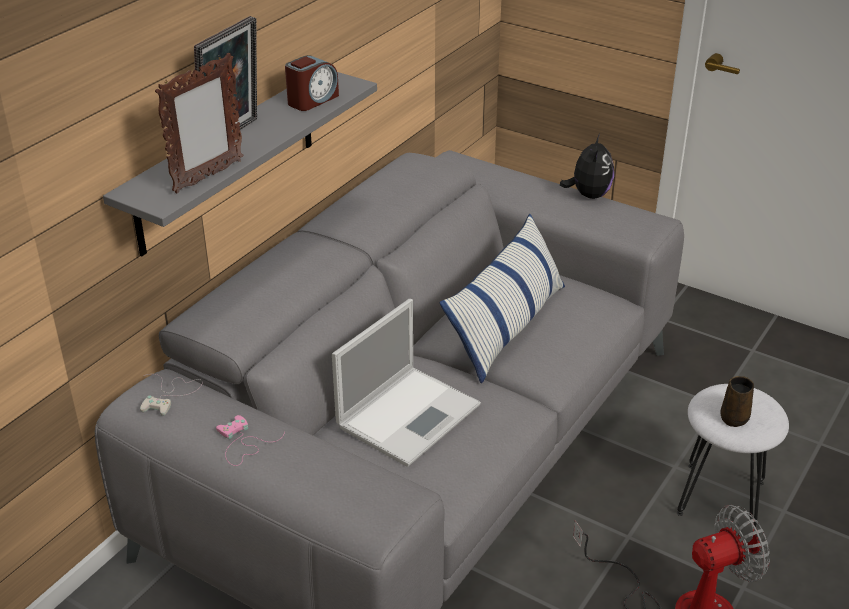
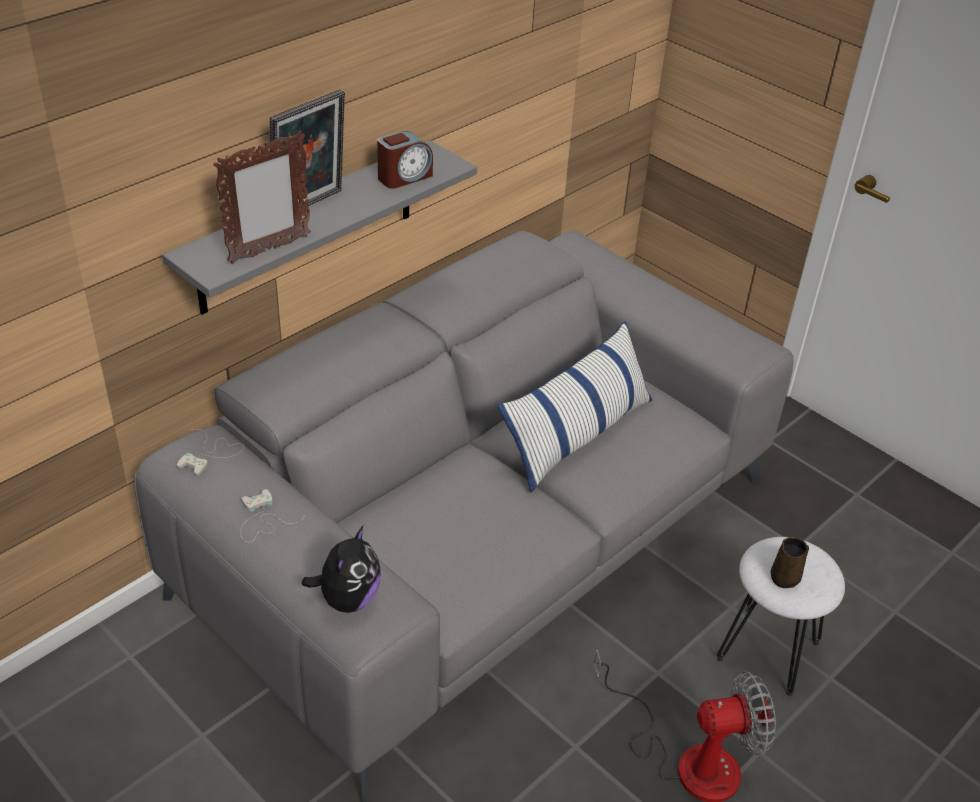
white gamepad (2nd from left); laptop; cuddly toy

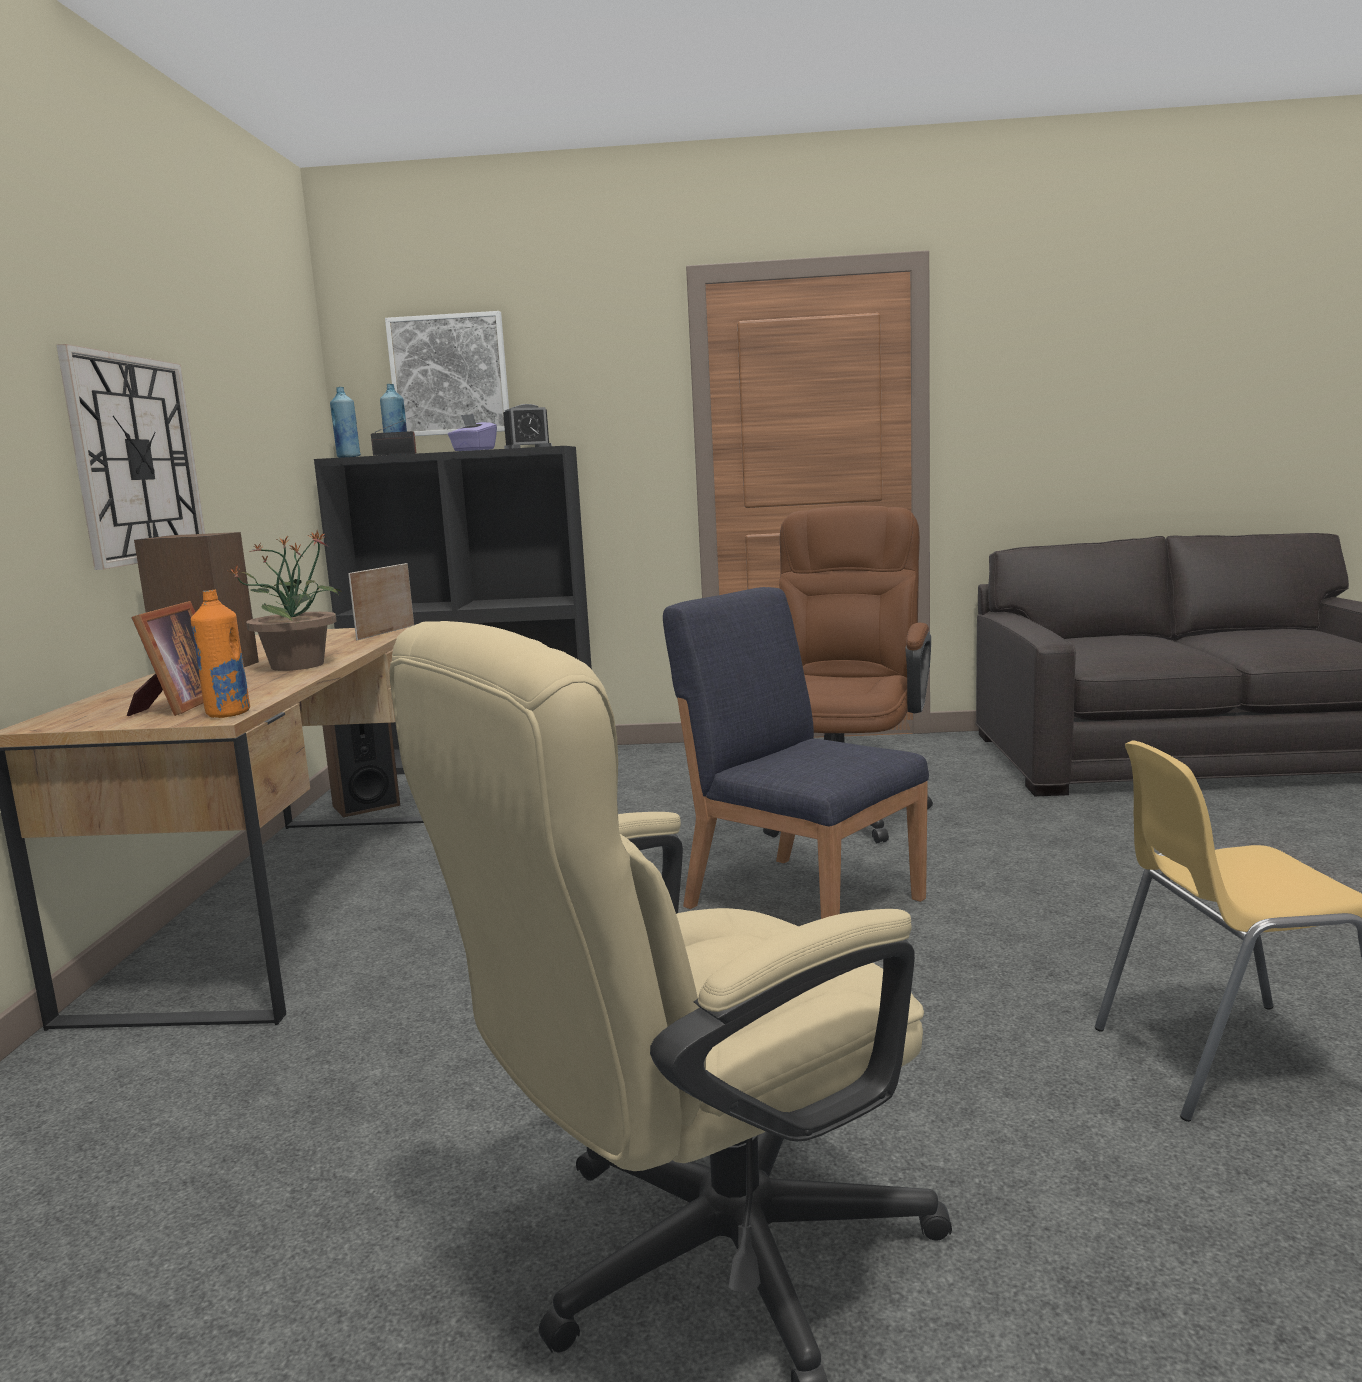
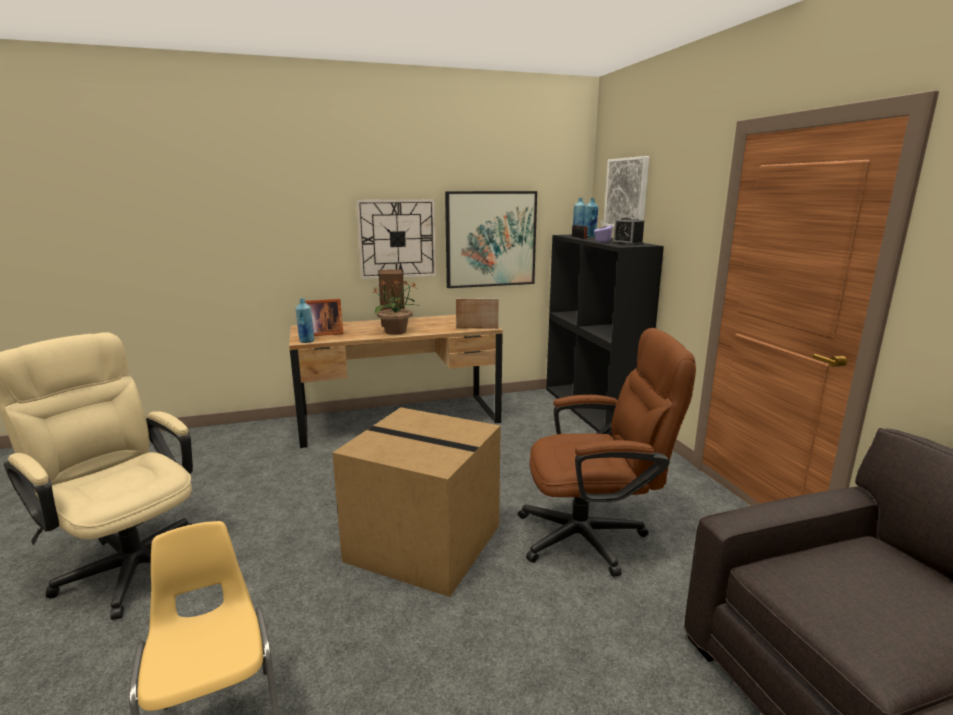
blue-coloured beverage bottle (1st from left); audio speaker (2nd from left in the first image); cardboard box; wall art (1st from left)

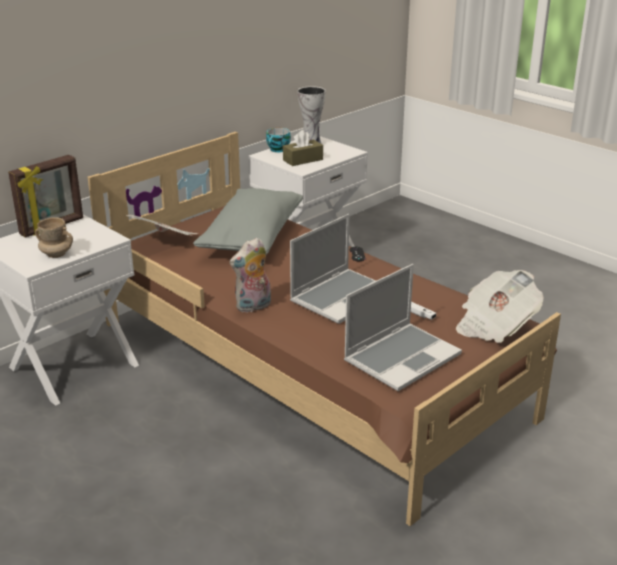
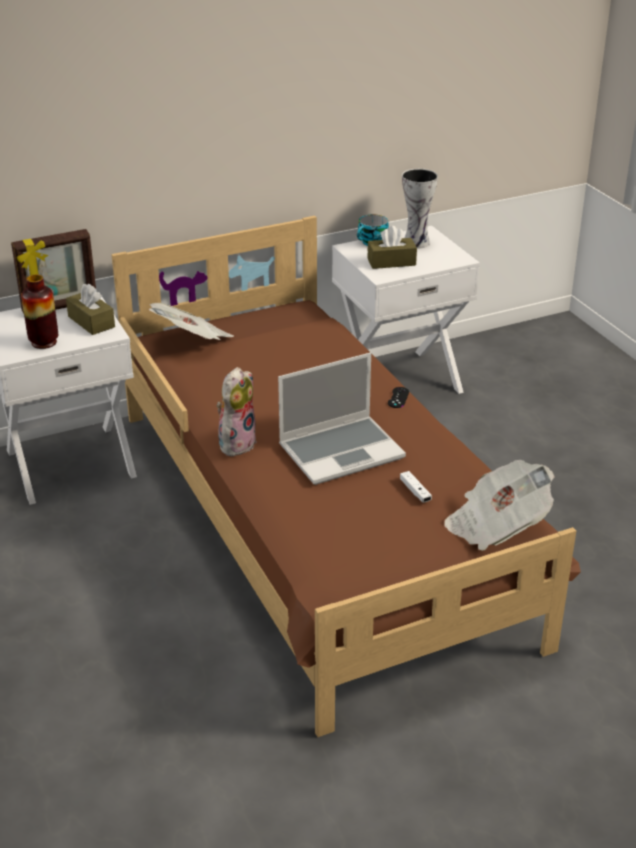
decorative vase (1st from left); grey throw pillow; cuddly toy; laptop (2nd from left in the first image); brownish tissue holder (1st from left)

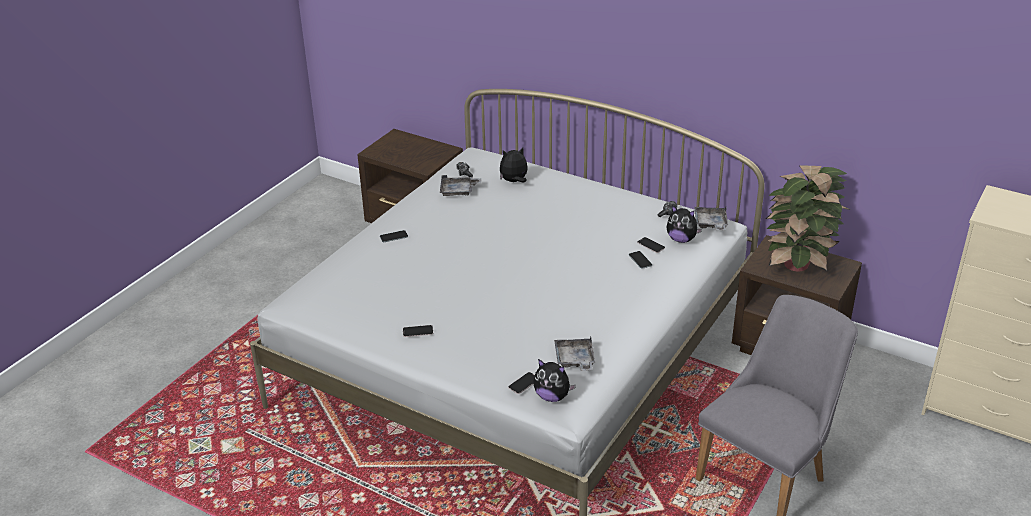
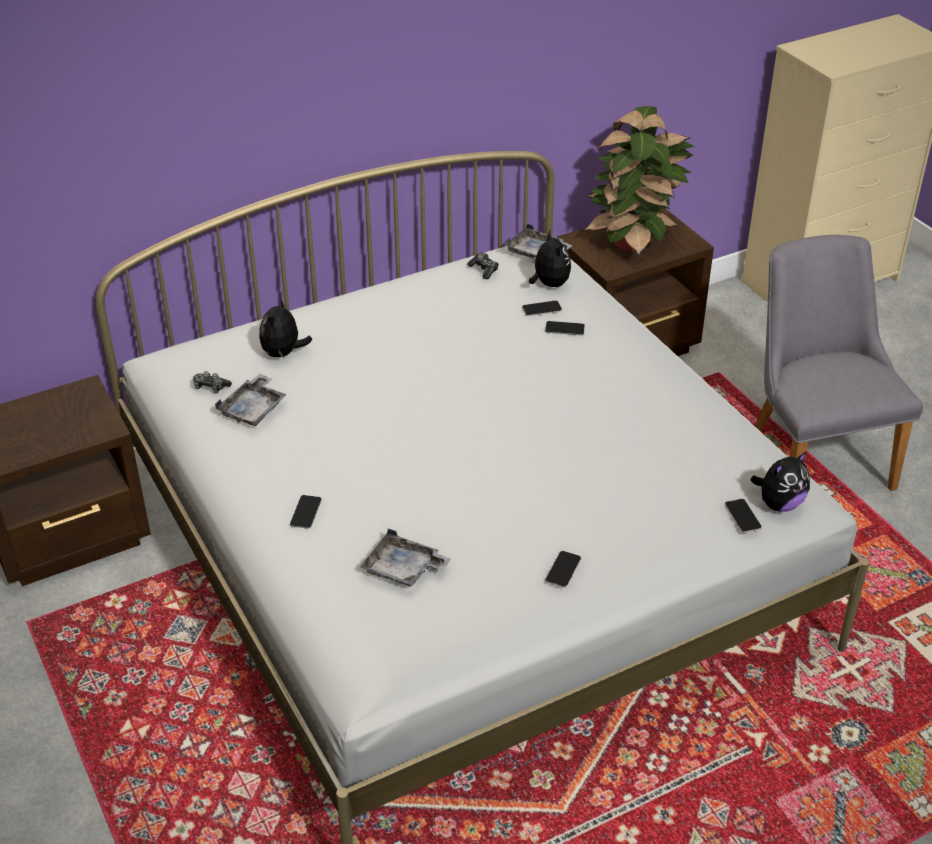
grey carrying tray (2nd from left); cuddly toy (2nd from left)

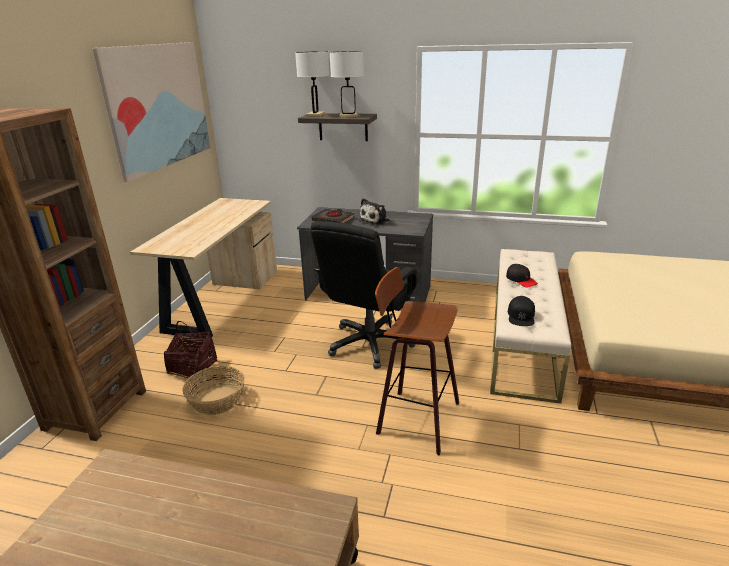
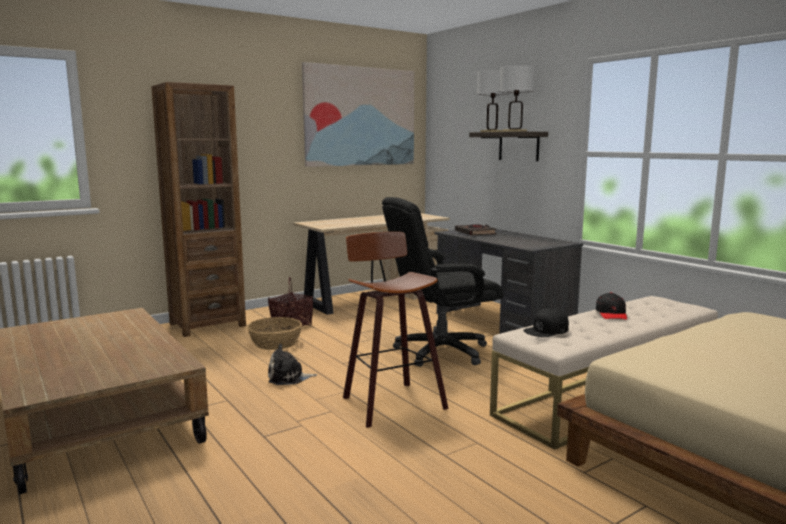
cuddly toy

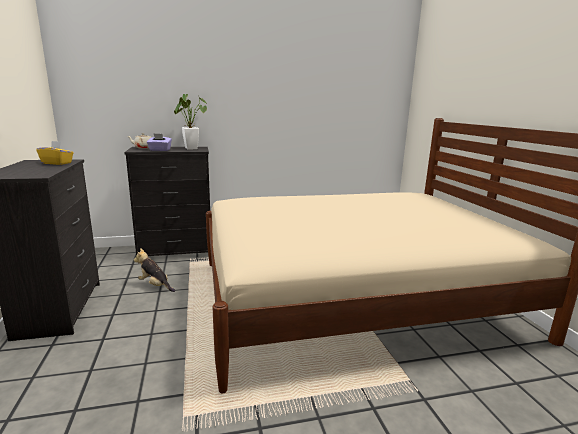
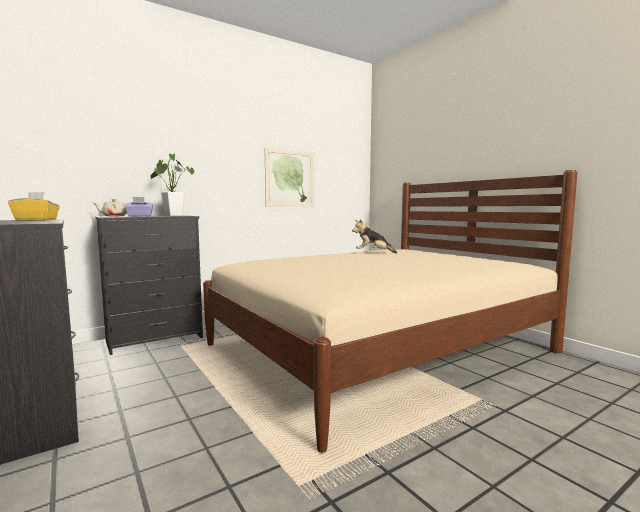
cuddly toy; wall art

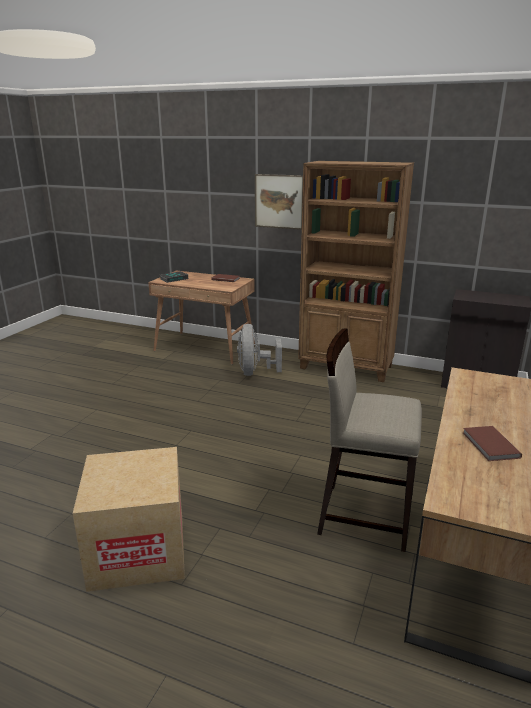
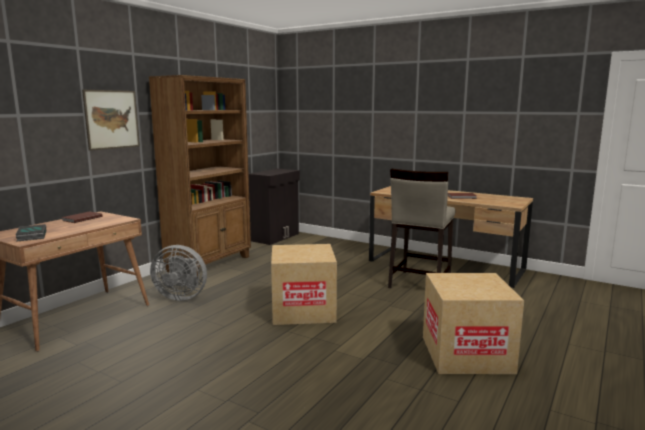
cardboard box (1st from left)

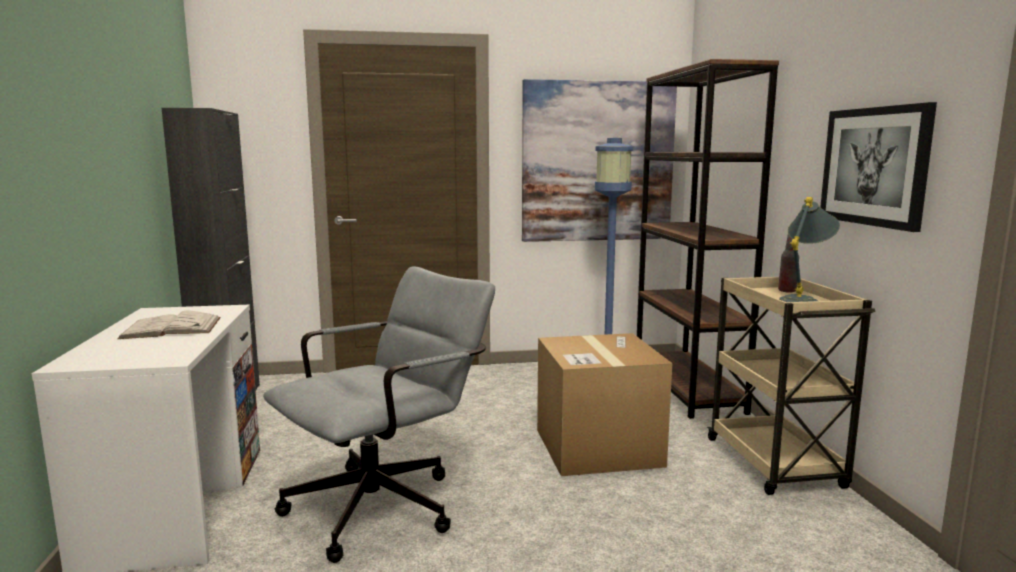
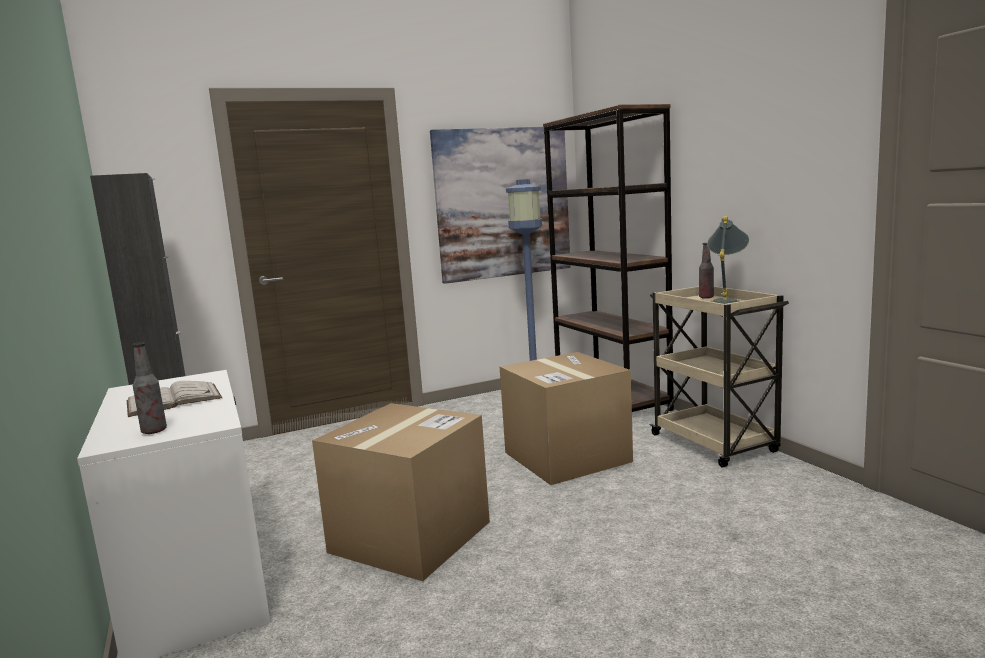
cardboard box (1st from left); wall art (2nd from left in the first image); beverage bottle (1st from left)

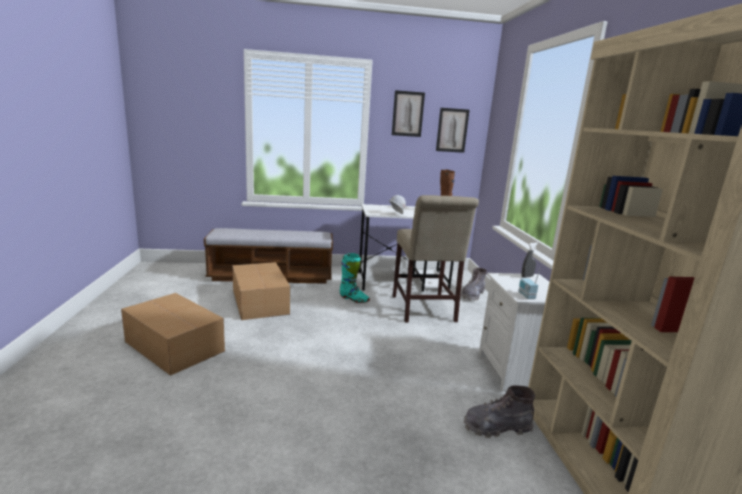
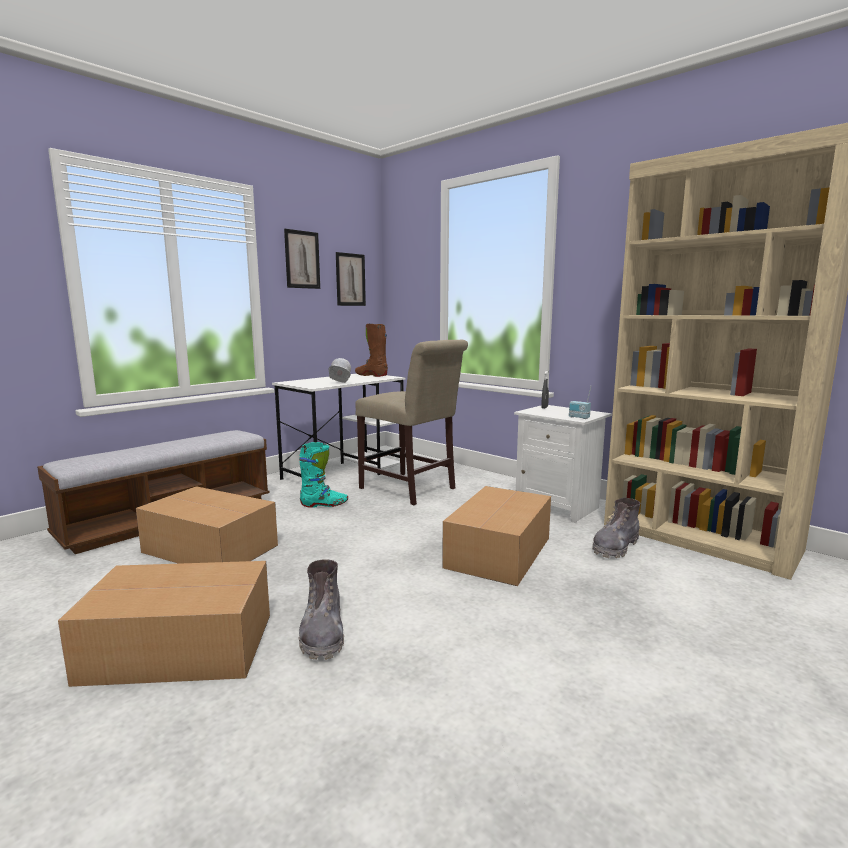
grey high-top boot (1st from left); cardboard box (3rd from left)

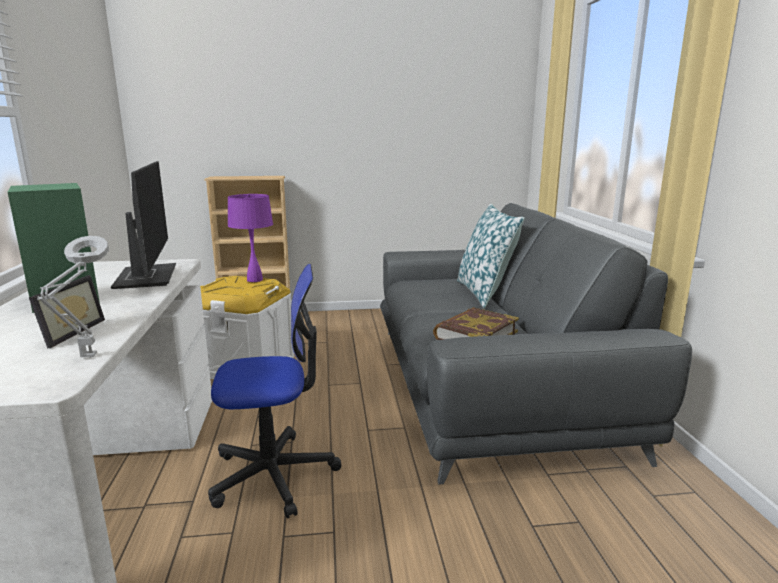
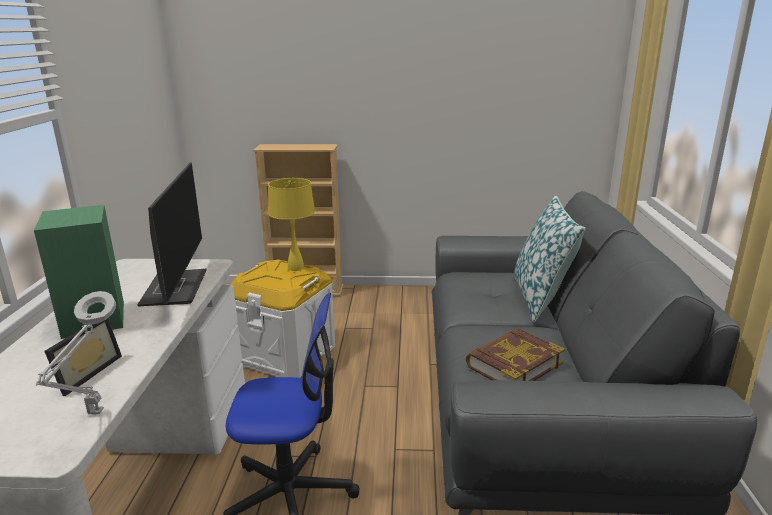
yellow table lamp

